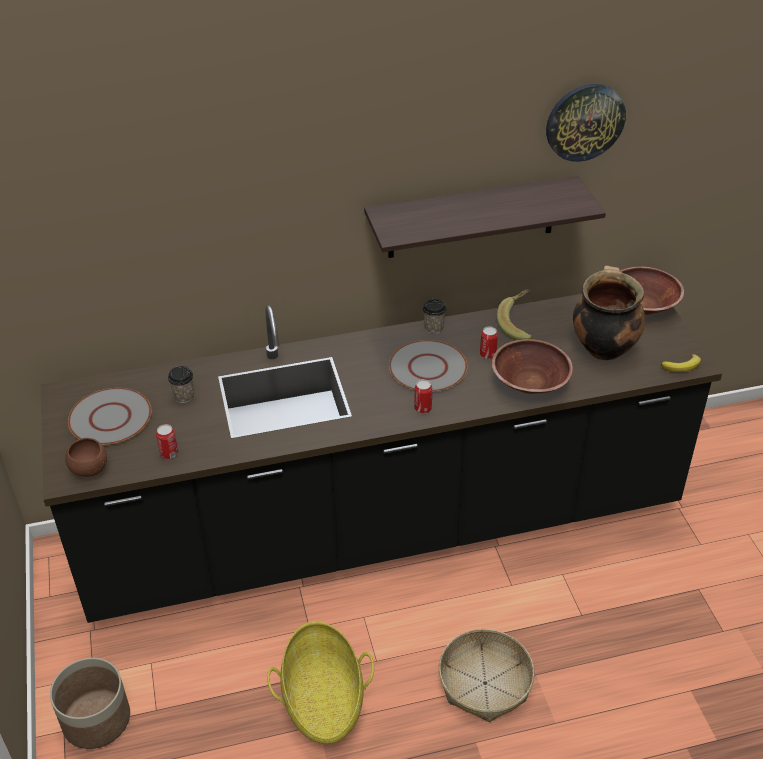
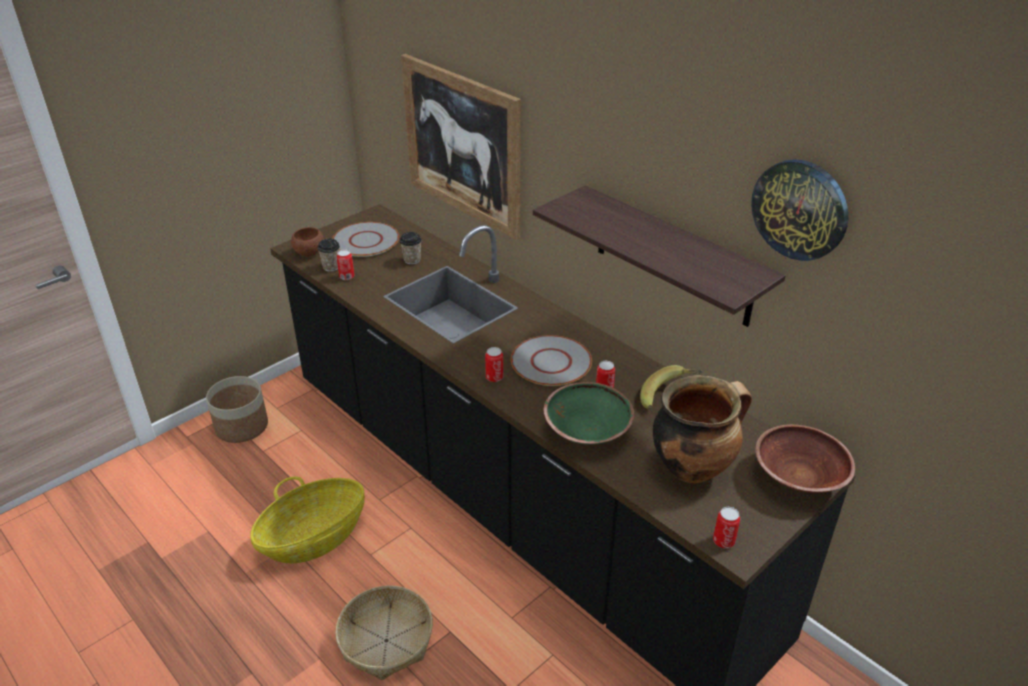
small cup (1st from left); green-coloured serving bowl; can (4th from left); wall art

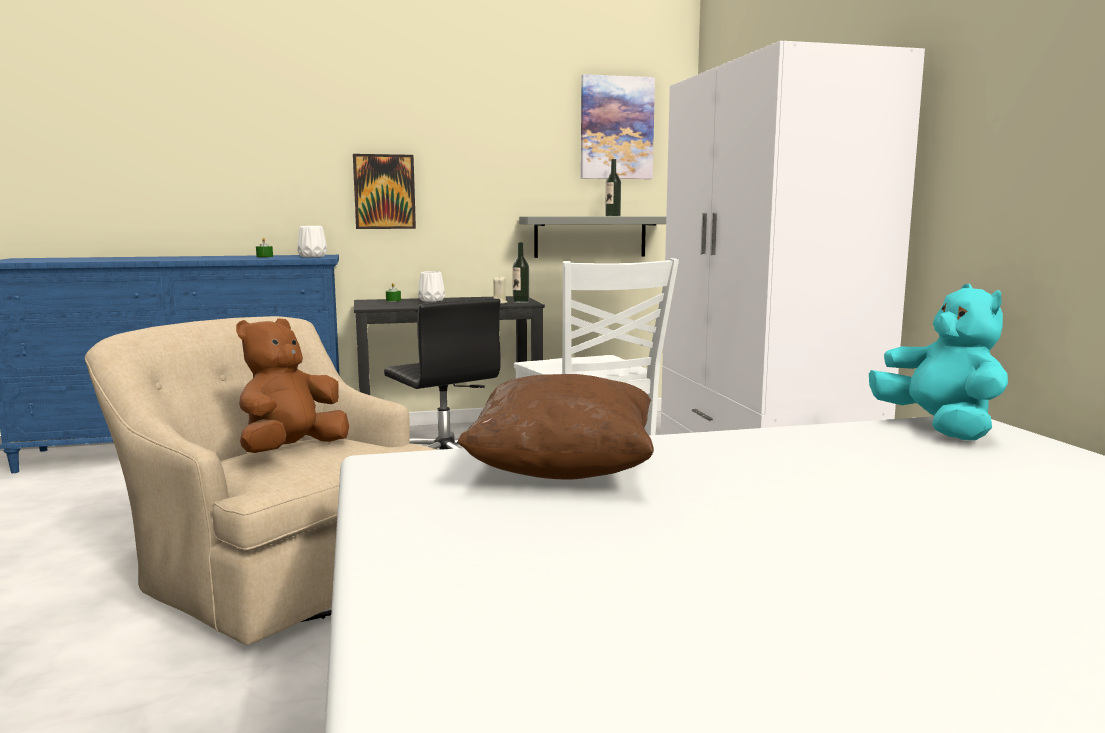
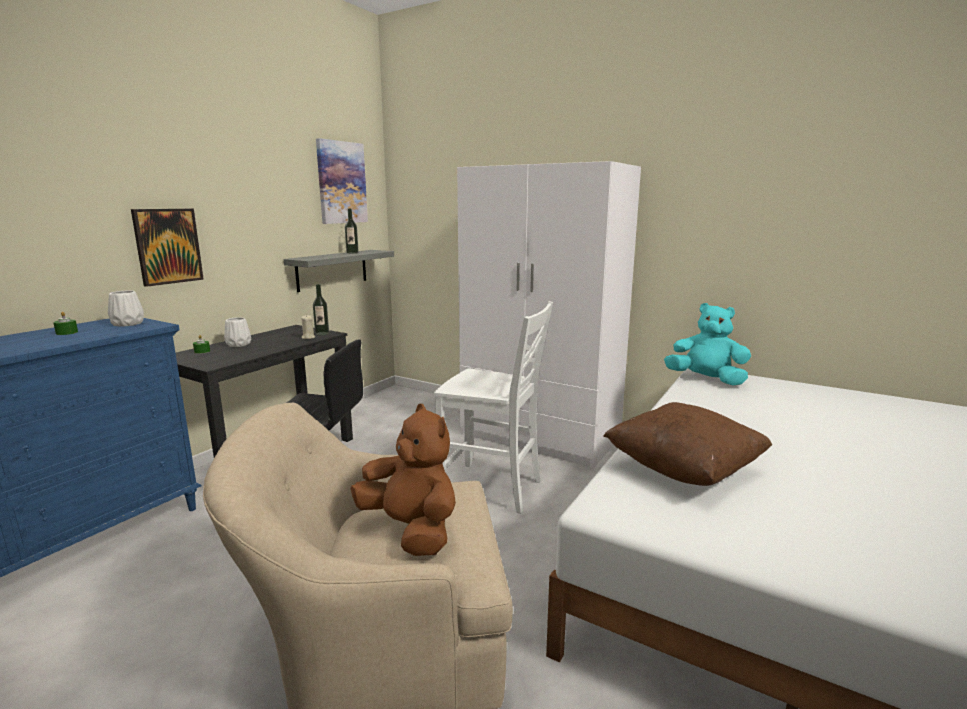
brownish cuddly toy

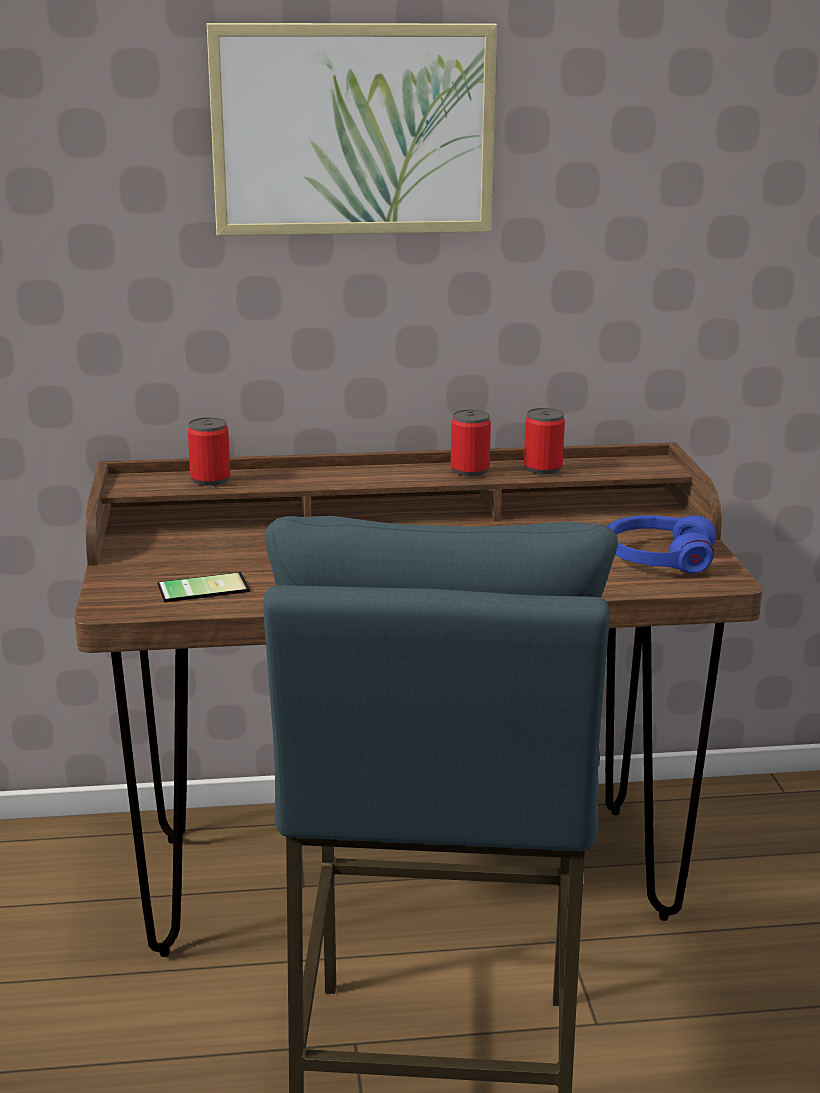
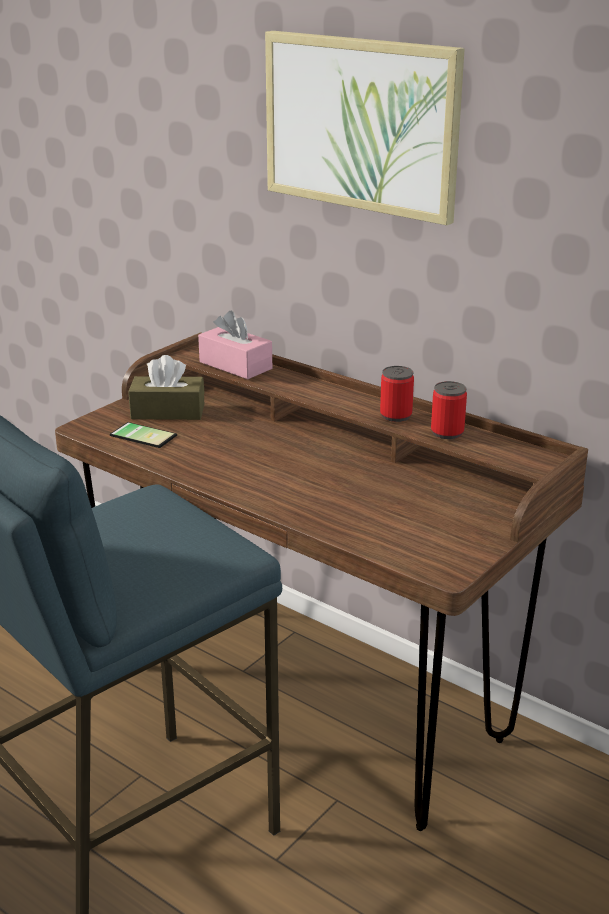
pinkish tissue holder; blue-coloured pair of headphones; brownish tissue holder

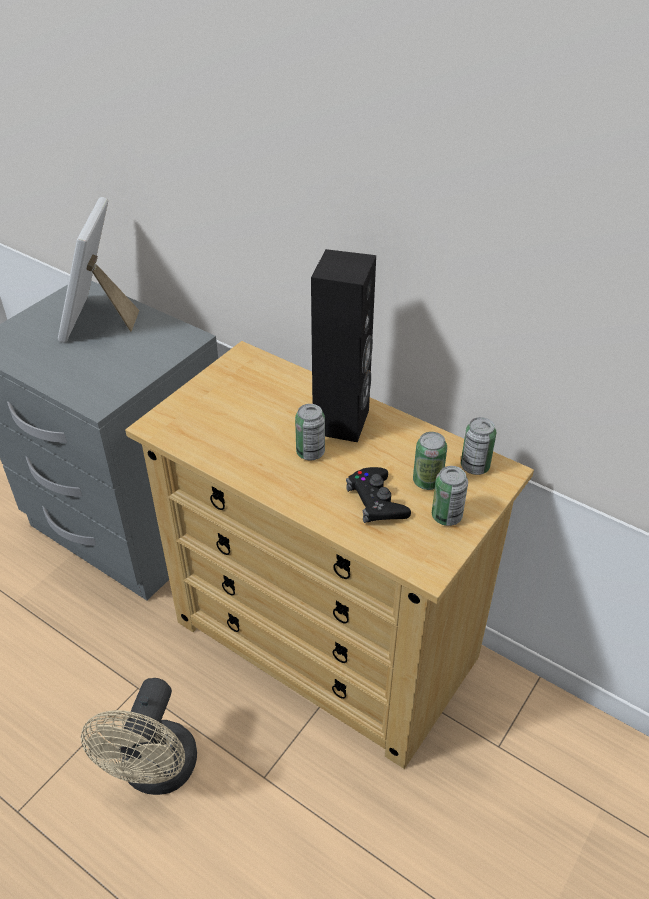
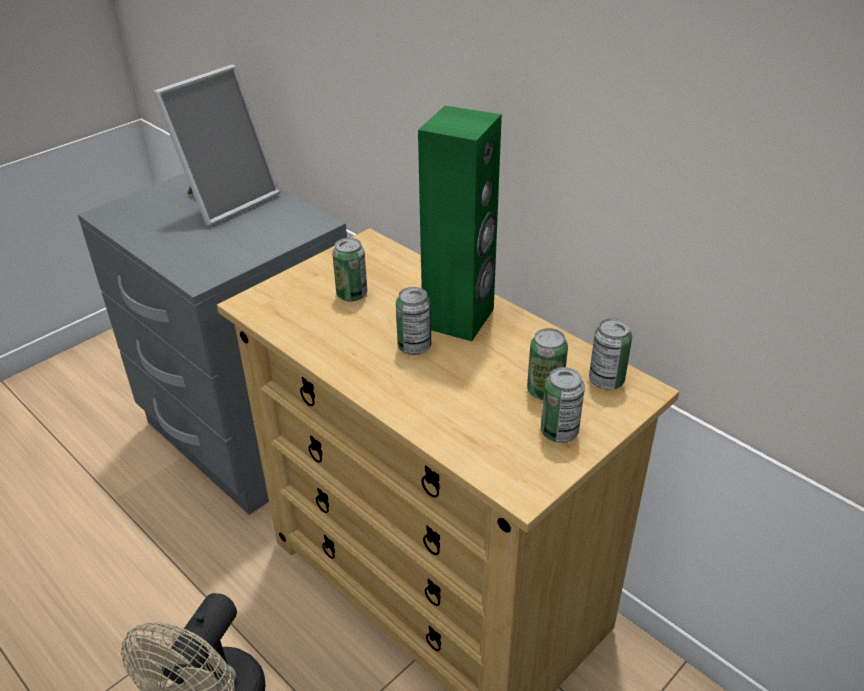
picture frame; green-coloured audio speaker; blackish gamepad; can (1st from left)

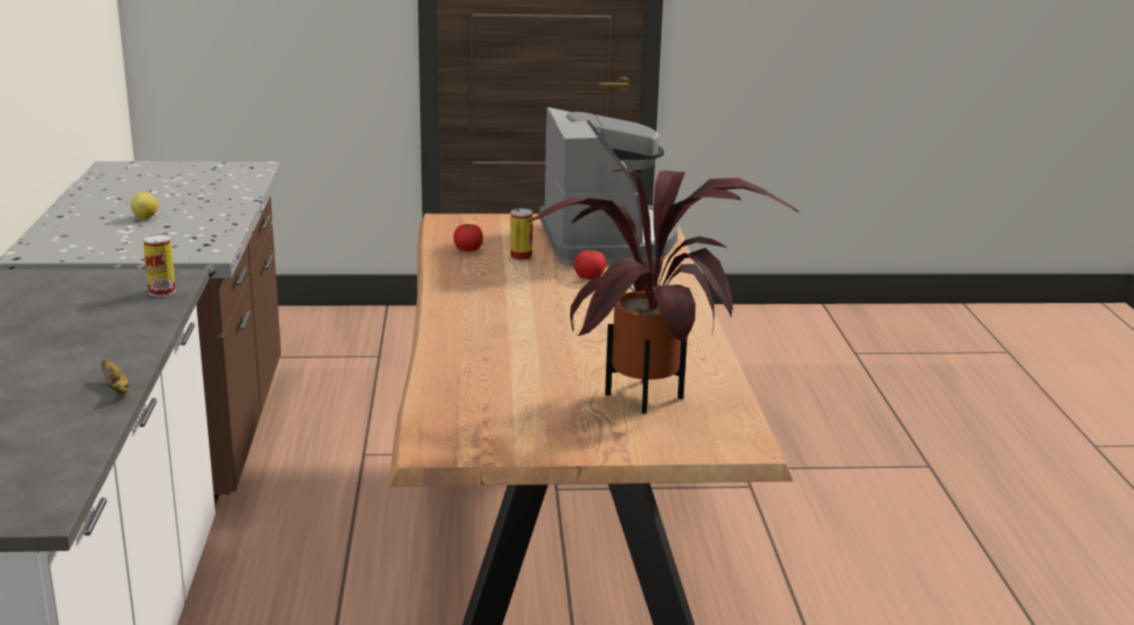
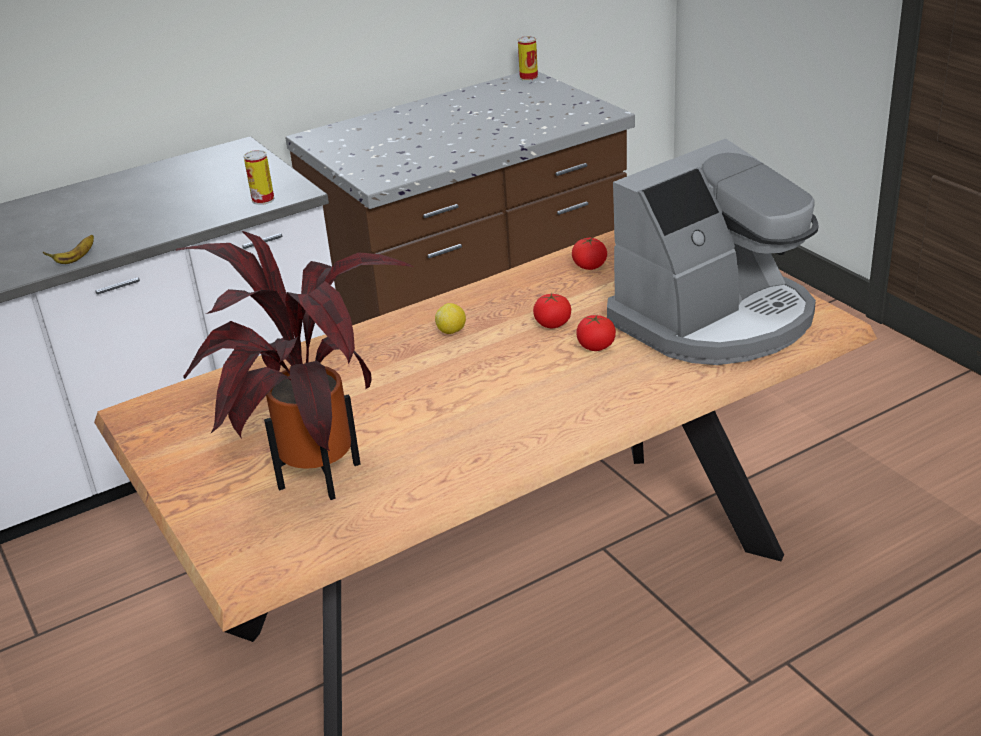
lemon; can (2nd from left); fresh tomato (1st from left)

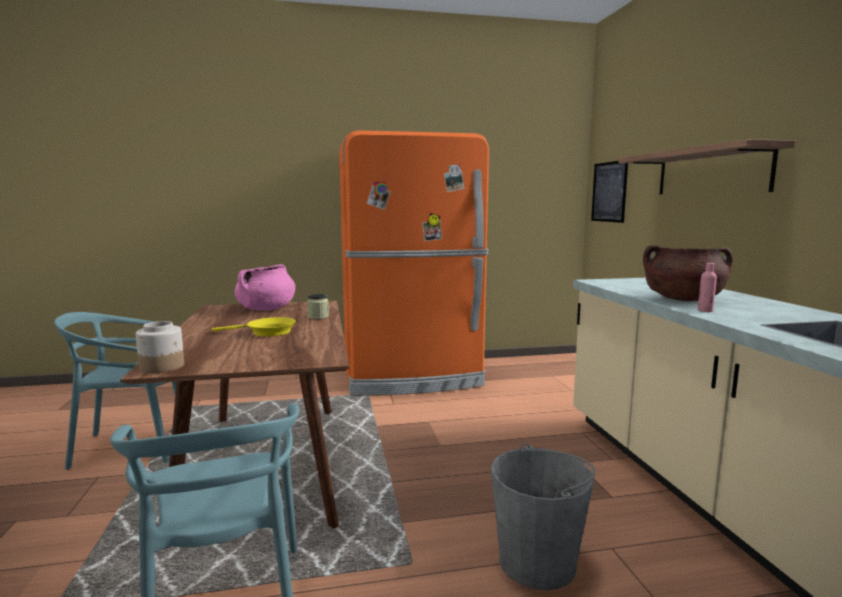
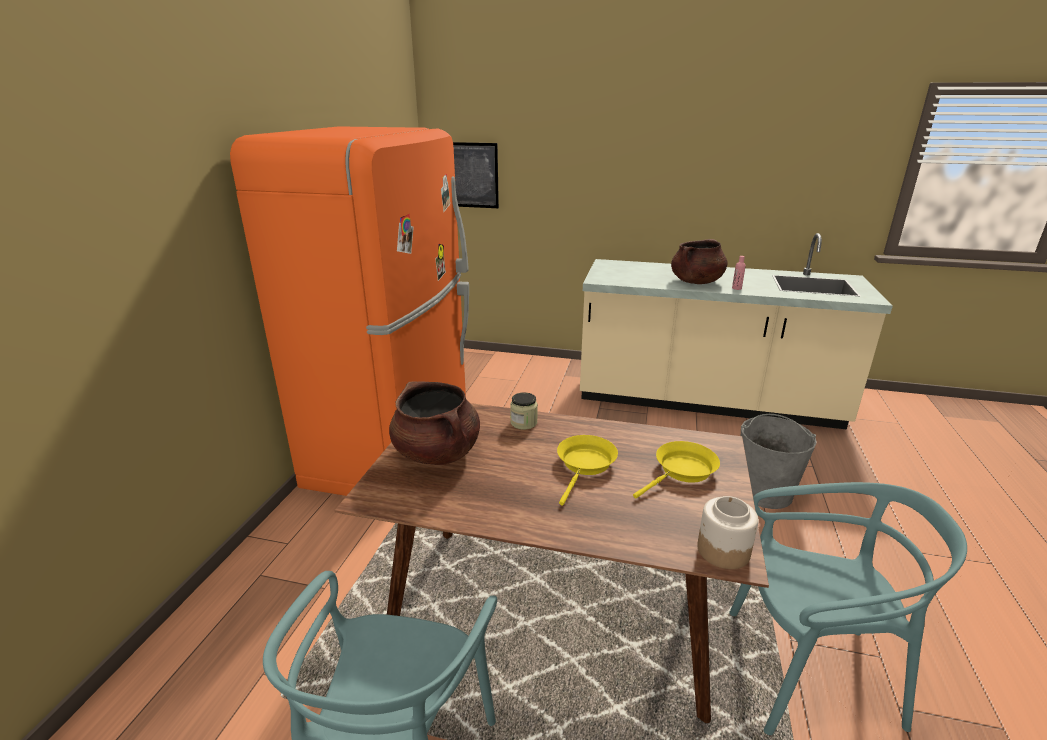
brownish saucepot (1st from left); shelf; yellow skillet (2nd from left)

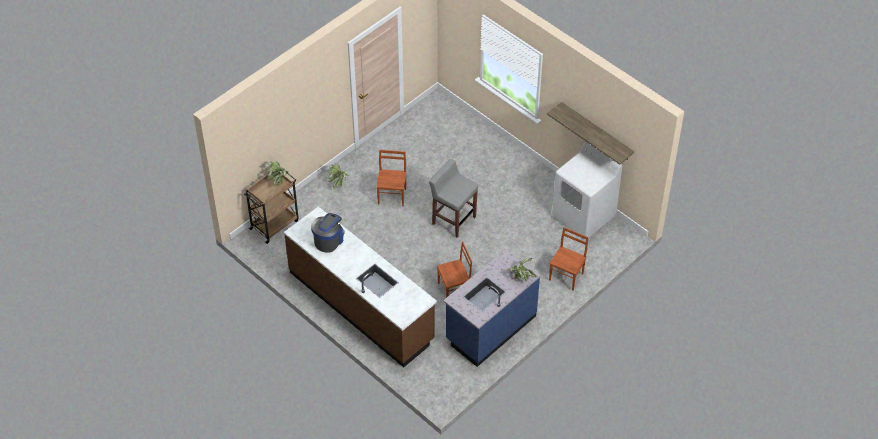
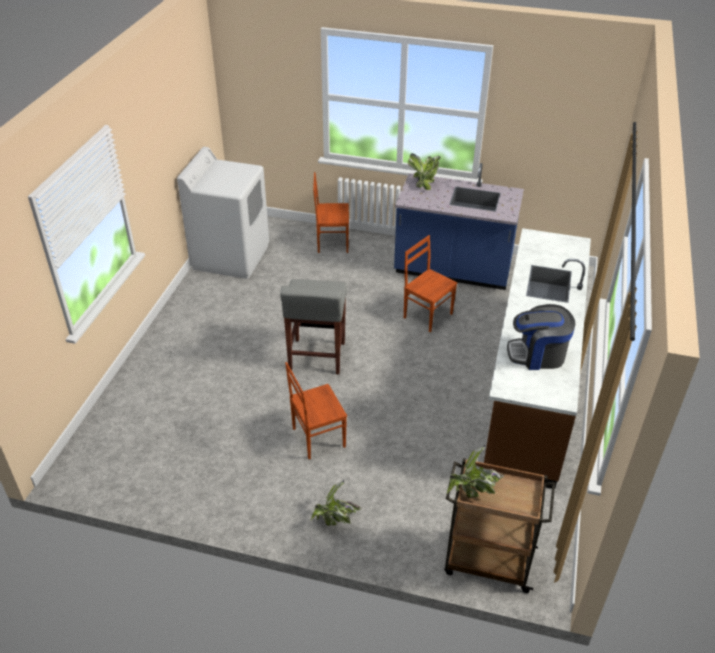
shelf

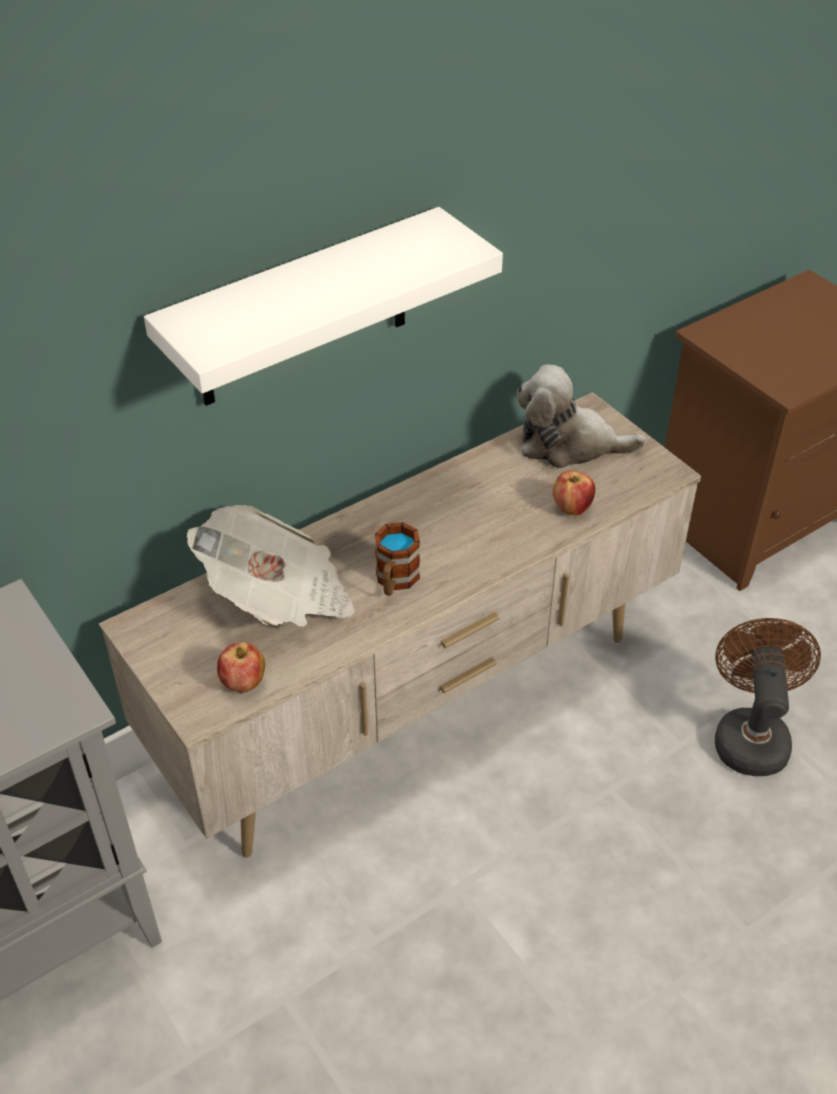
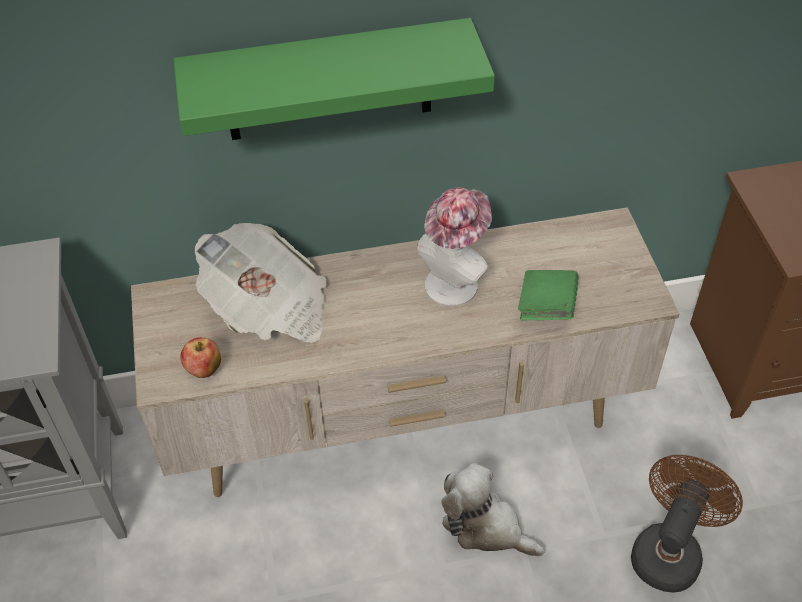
green-coloured shelf; tea mug; cuddly toy; green-coloured bound book; wearable hat

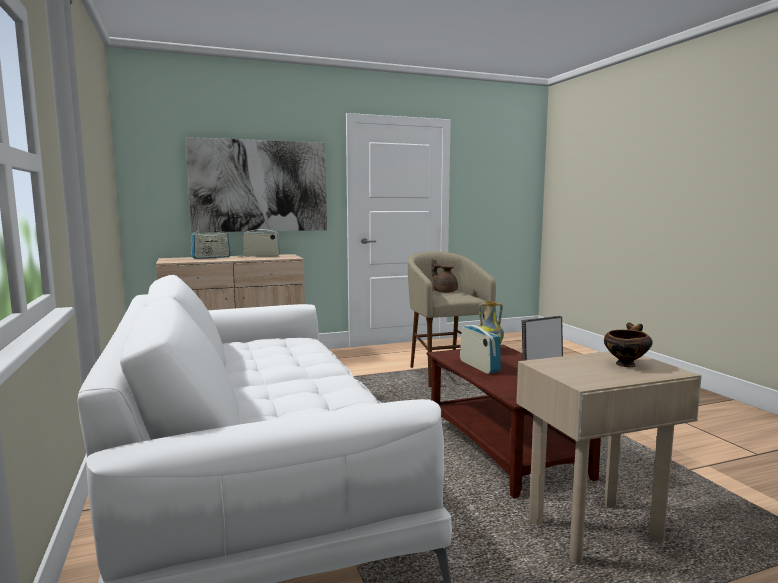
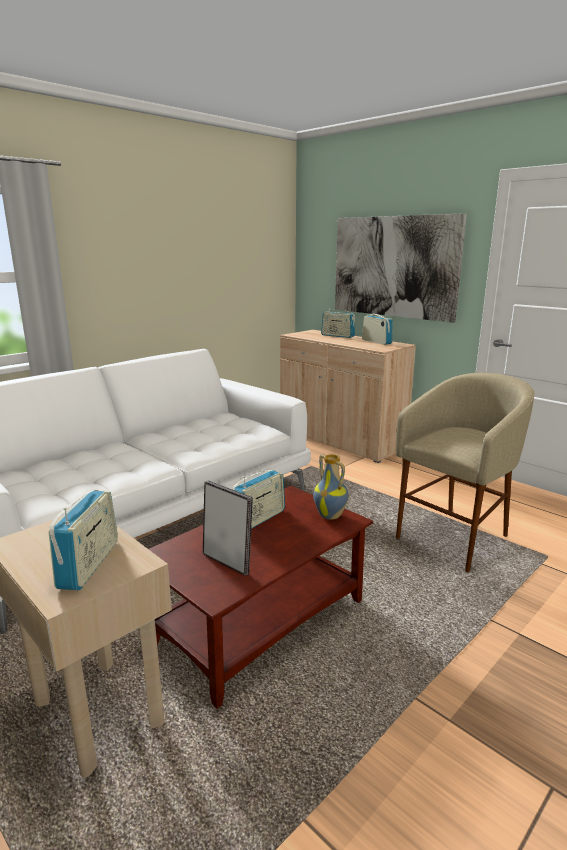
brownish tea pot; radio receiver (1st from left)

